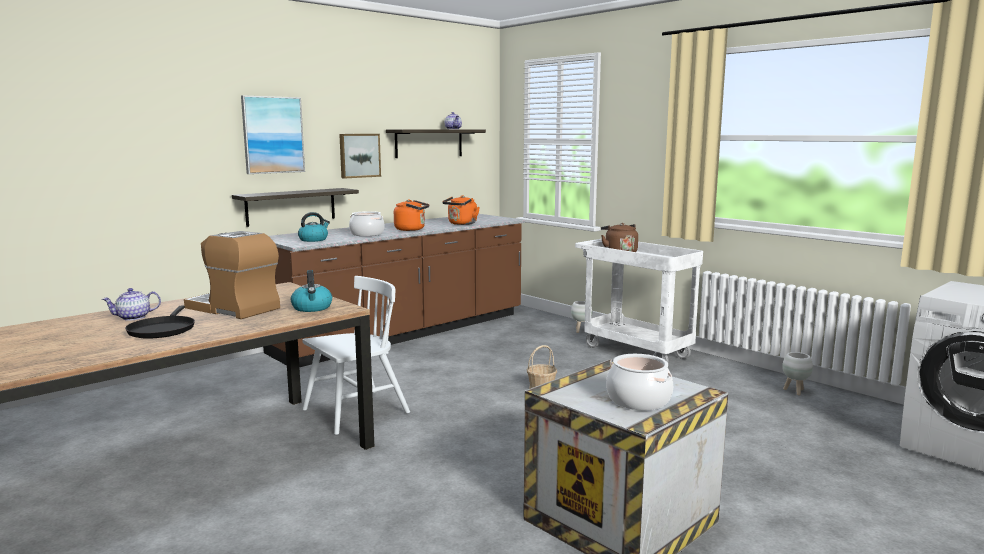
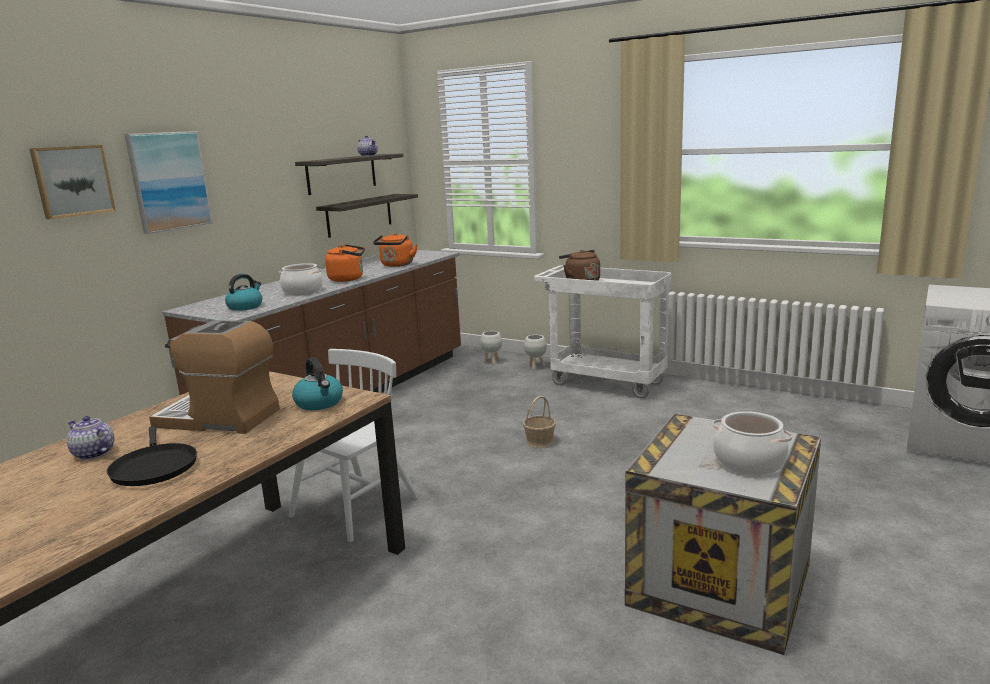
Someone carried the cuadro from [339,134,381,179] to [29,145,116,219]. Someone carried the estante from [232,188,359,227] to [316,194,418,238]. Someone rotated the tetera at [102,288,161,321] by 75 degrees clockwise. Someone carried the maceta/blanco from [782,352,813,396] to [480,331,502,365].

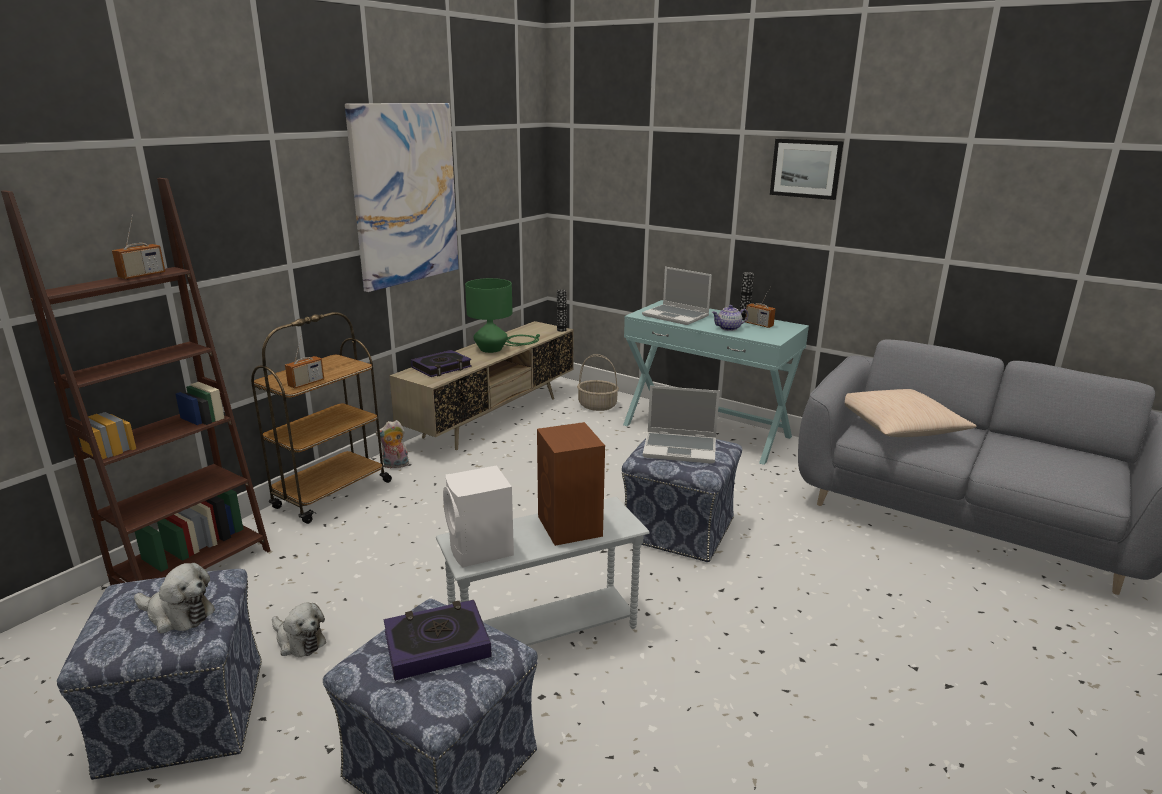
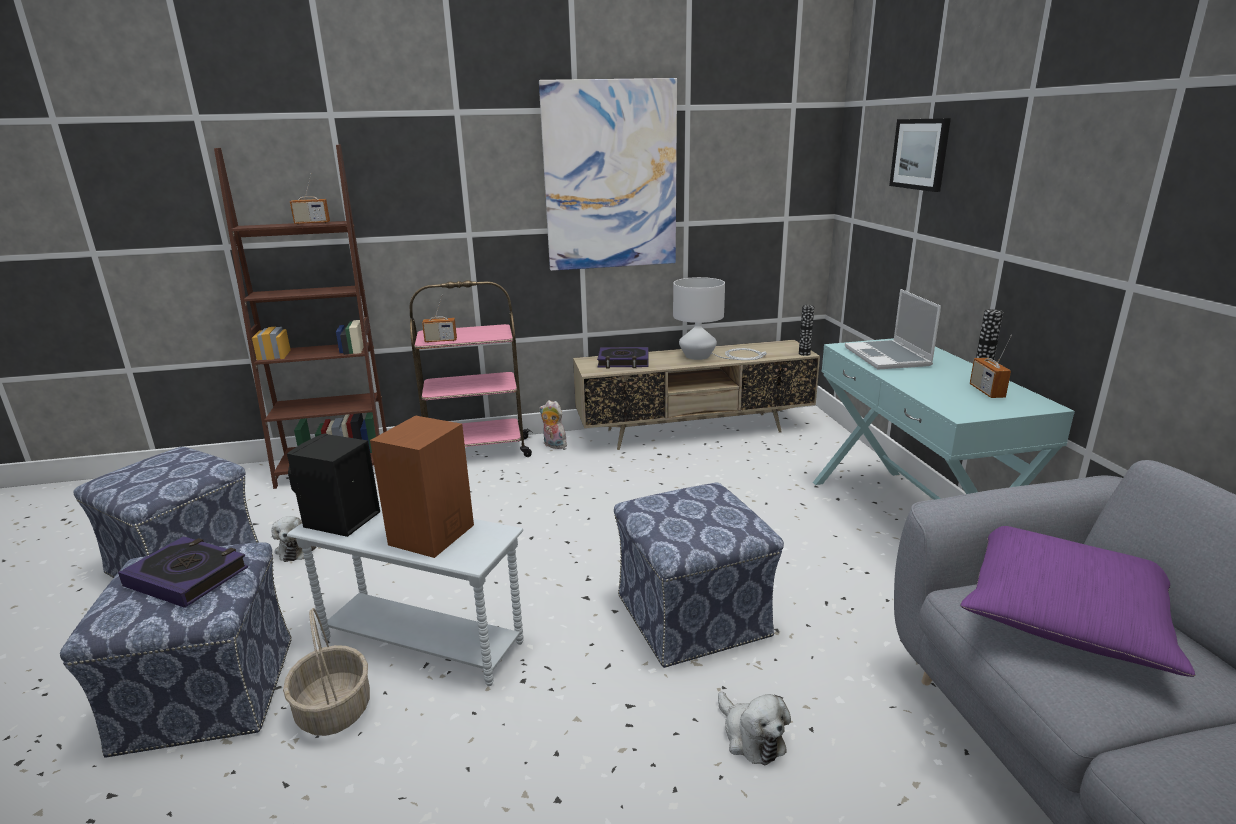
Someone carried the cuadro from [770,139,844,200] to [889,118,951,192]. Someone repainted the lámpara de mesa/verde at [465,278,540,353], which became the lámpara de mesa/blanco at [673,277,767,360]. Someone took away the tetera at [711,305,748,331]. Someone repainted the carrito/marrón at [251,312,392,524], which became the carrito/rosa at [410,280,532,457]. Someone carried the cesta from [577,354,619,411] to [283,608,370,736]. Someone took away the portátil at [643,386,720,464]. Someone repainted the cojín/beis at [845,389,977,437], which became the cojín/morado at [960,526,1195,677]. Someone repainted the altavoz/blanco at [443,465,514,568], which became the altavoz/negro at [287,433,380,537]. Someone carried the peluche from [134,563,215,633] to [718,692,791,765].

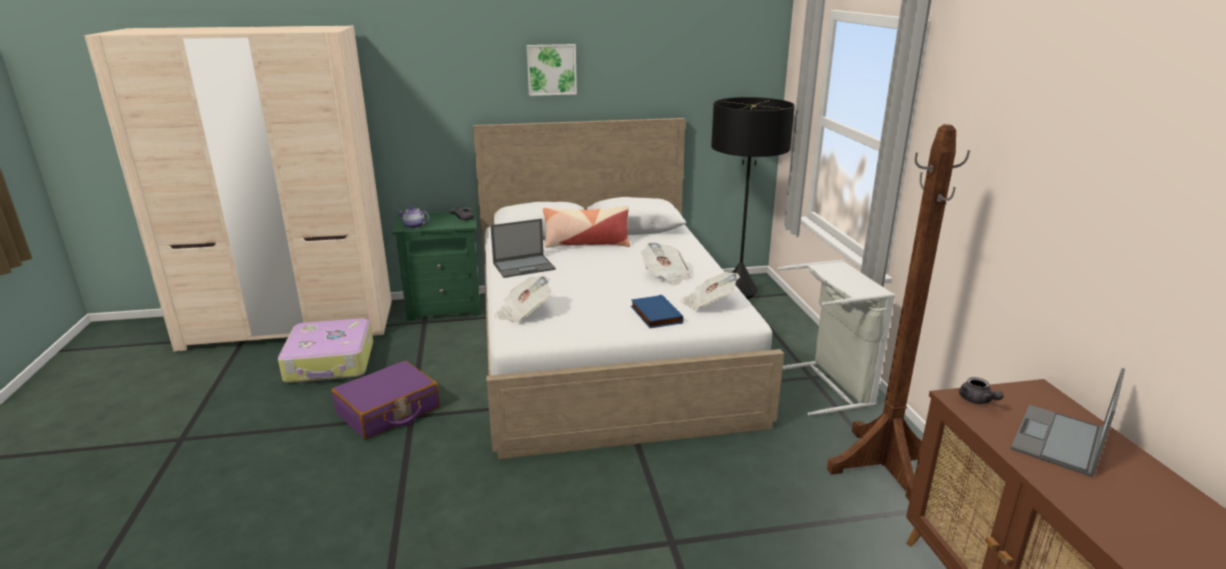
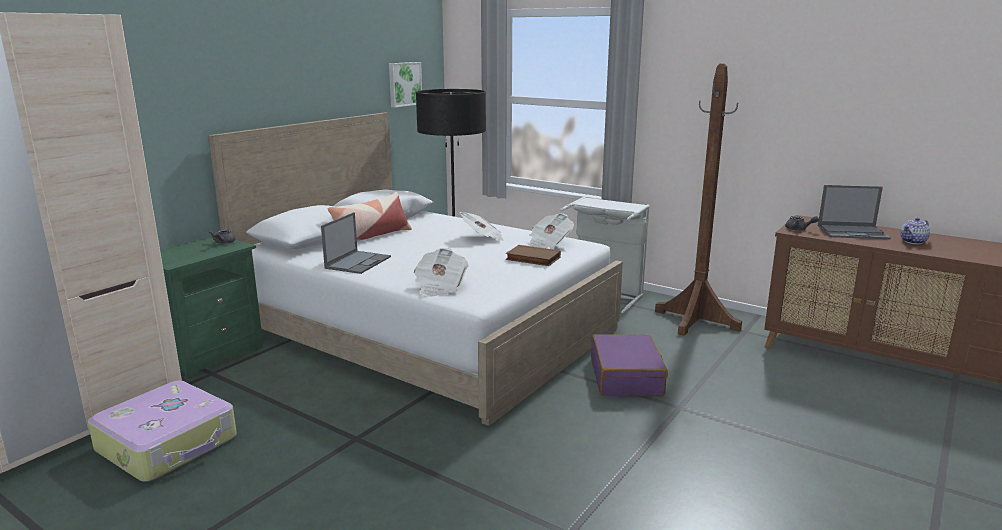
Someone carried the cuadro from [527,44,577,96] to [389,62,422,108]. Someone carried the tetera from [397,206,429,229] to [900,218,930,244]. Someone repainted the libro/azul at [631,295,684,328], which became the libro/marrón at [506,245,561,266]. Someone carried the maleta/morado from [331,361,440,439] to [591,334,668,396]. Someone rotated the portátil at [1011,368,1125,477] by 75 degrees counterclockwise.

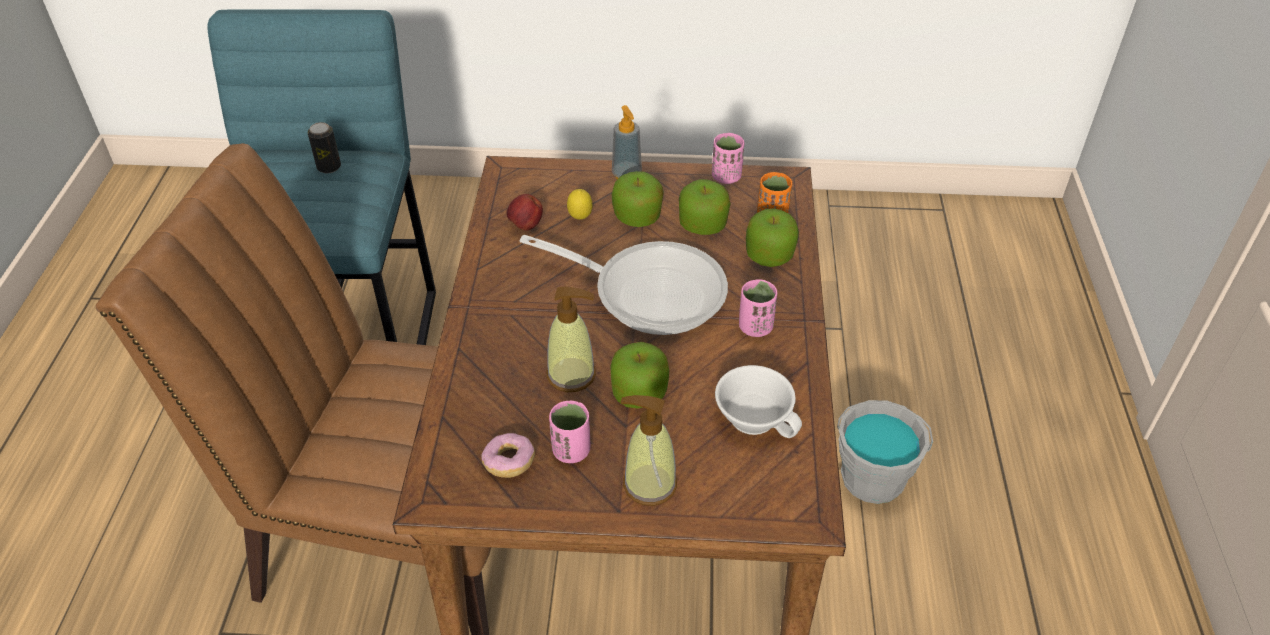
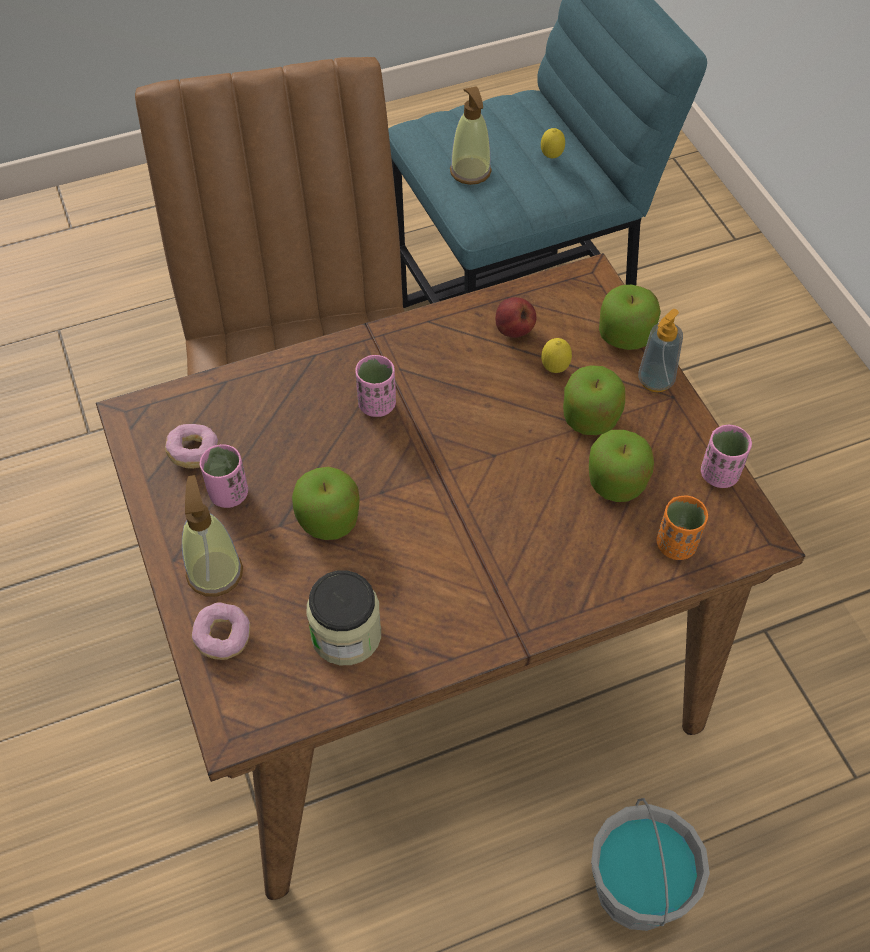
Someone swapped the lata at [308,122,341,173] for the limón at [541,128,565,158]. Someone carried the manzana from [746,208,799,267] to [599,285,661,350]. Someone took away the sartén at [520,235,728,335]. Someone carried the taza/rosa from [739,280,777,337] to [355,355,396,417]. Someone carried the dispensador de jabón from [547,287,596,392] to [450,86,492,185]. Someone swapped the taza/blanco at [715,365,802,438] for the tarro at [306,570,381,665]. Someone put down the rosquilla at [192,603,250,660].

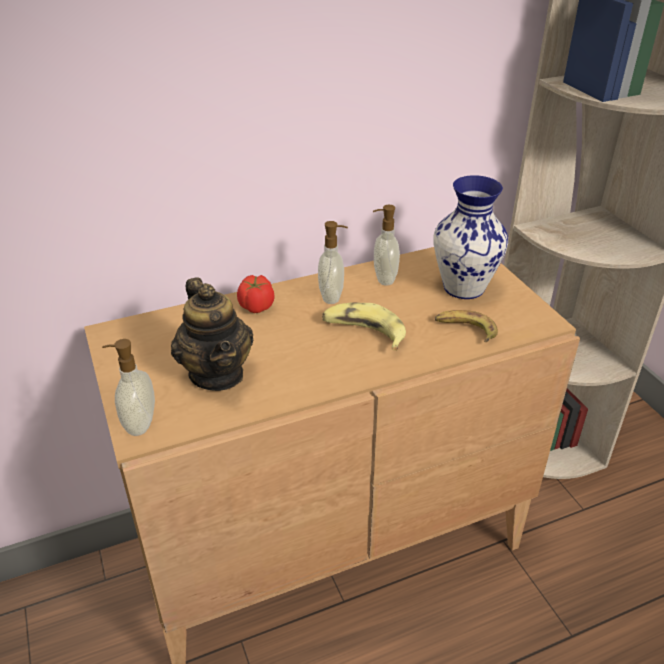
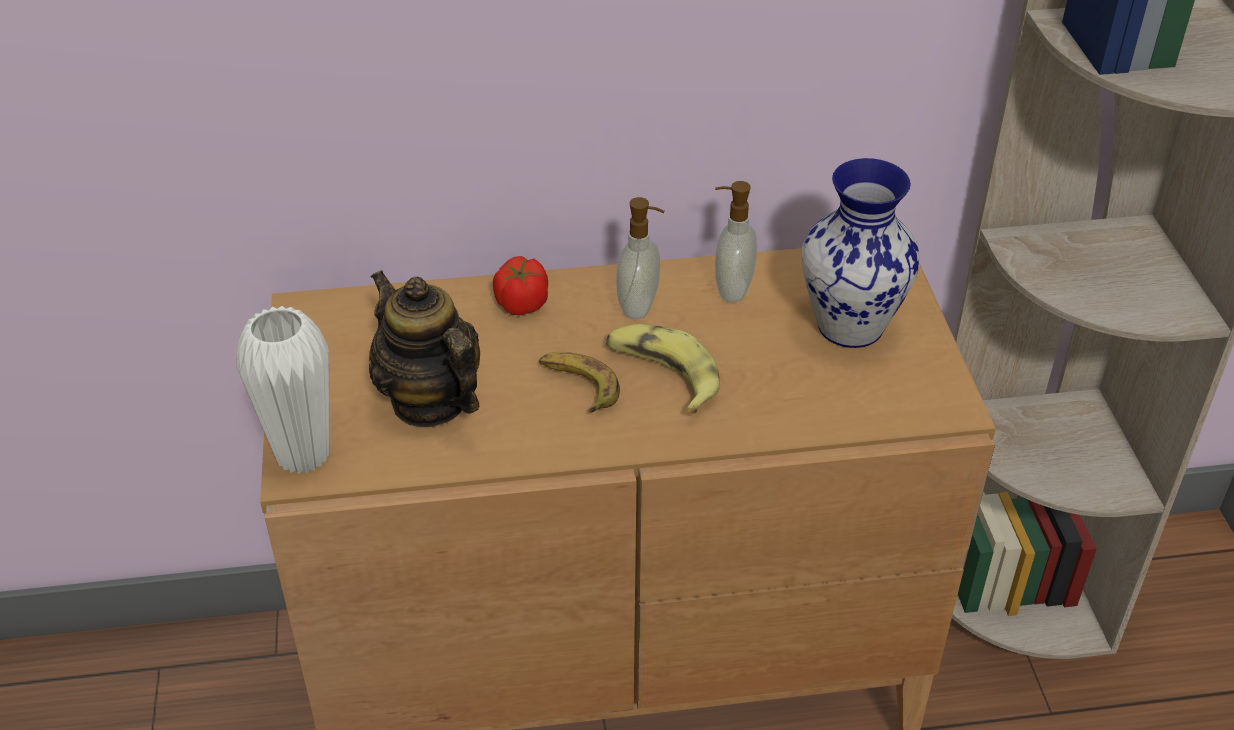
Someone rotated the tetera at [171,277,253,391] by 150 degrees clockwise. Someone carried the plátano from [435,310,498,342] to [539,352,620,412]. Someone swapped the dispensador de jabón at [102,339,155,436] for the florero/blanco at [236,306,330,474].

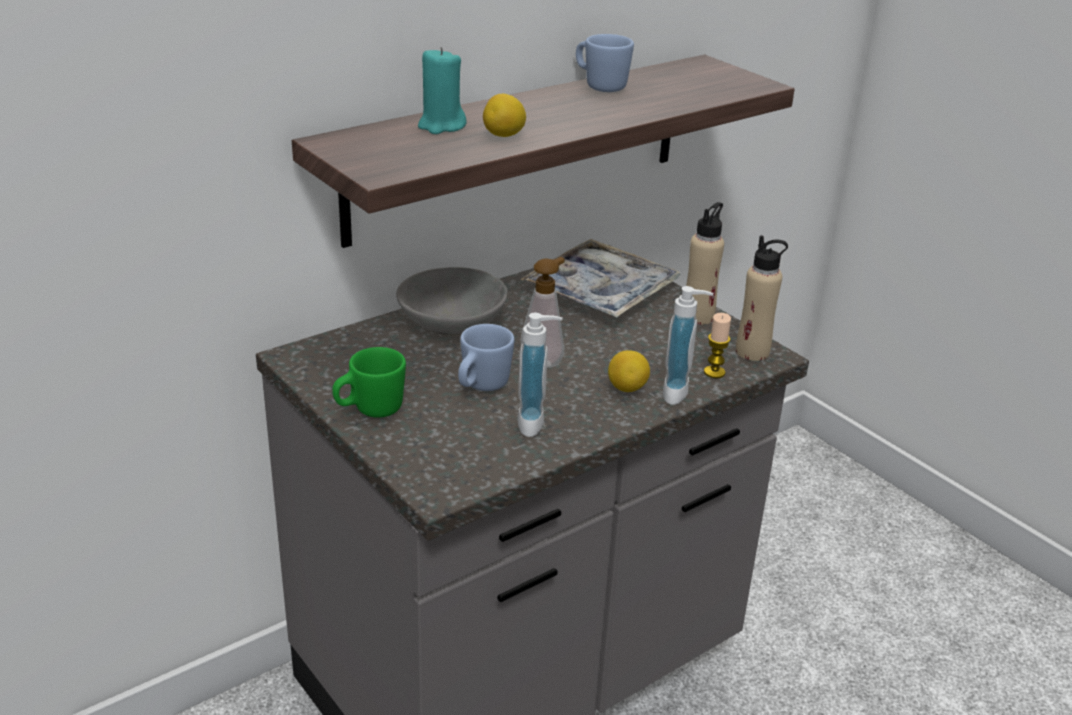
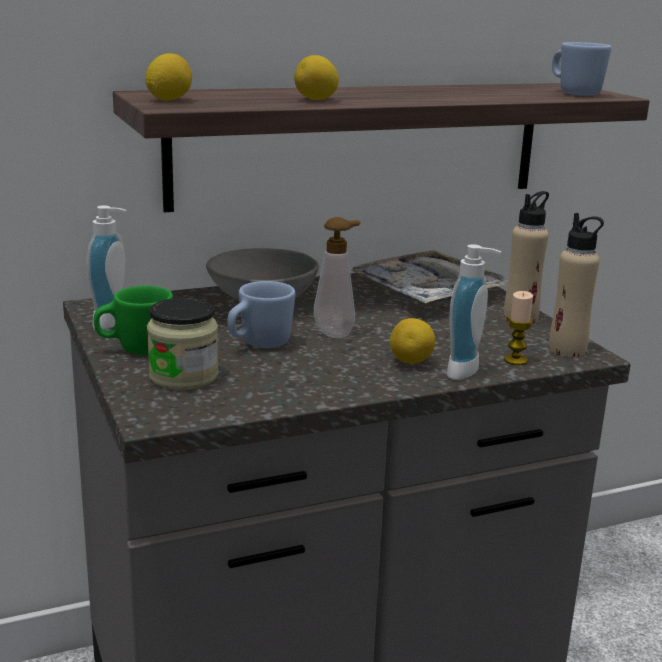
Someone carried the taza grande/azul from [576,34,634,92] to [552,42,611,96]. Someone took away the vela/turquesa at [418,47,467,134]. Someone carried the dispensador de jabón from [518,313,563,437] to [87,206,127,330]. Someone put down the limón at [145,53,192,101]. Someone put down the tarro at [147,298,219,390].

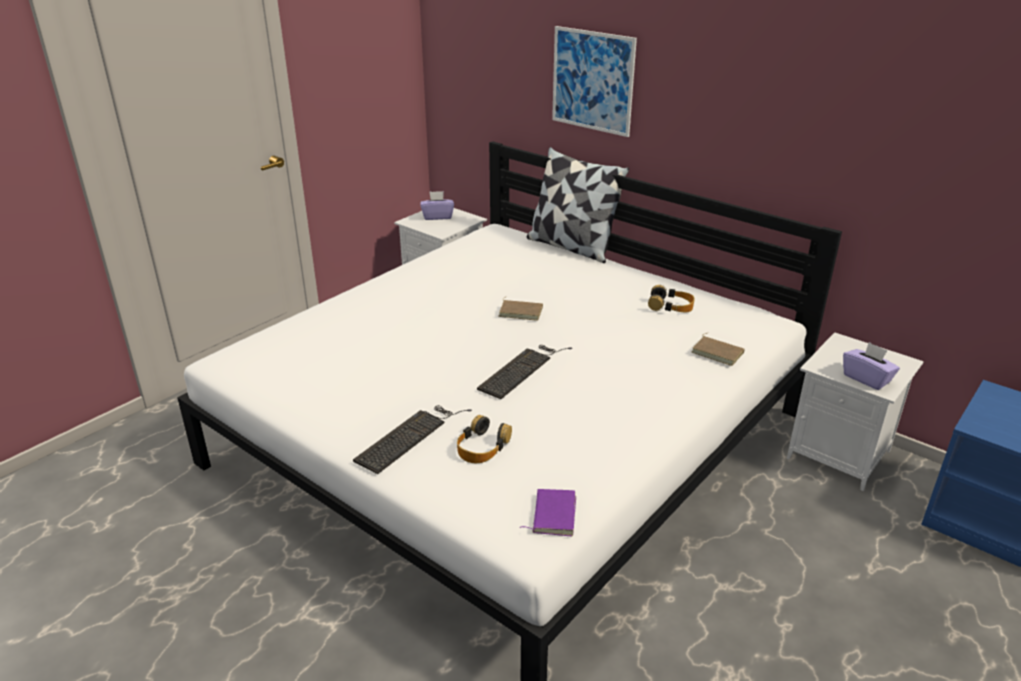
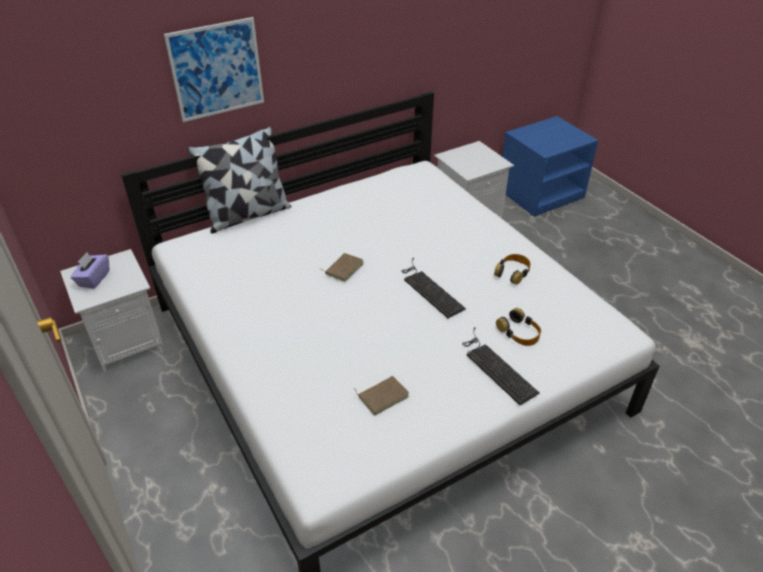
Someone carried the auriculares from [648,285,695,312] to [494,254,530,285]. Someone carried the libro/marrón from [691,333,745,366] to [354,376,409,415]. Someone took away the caja de pañuelos/morado at [843,342,900,390]. Someone took away the libro/morado at [520,489,576,536].

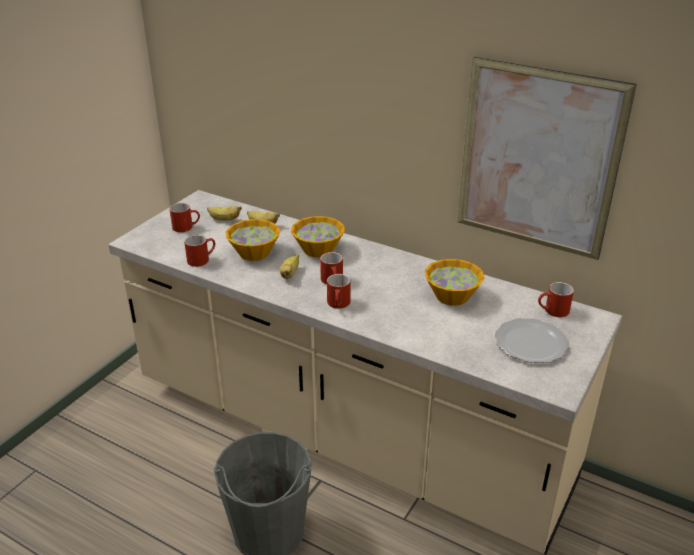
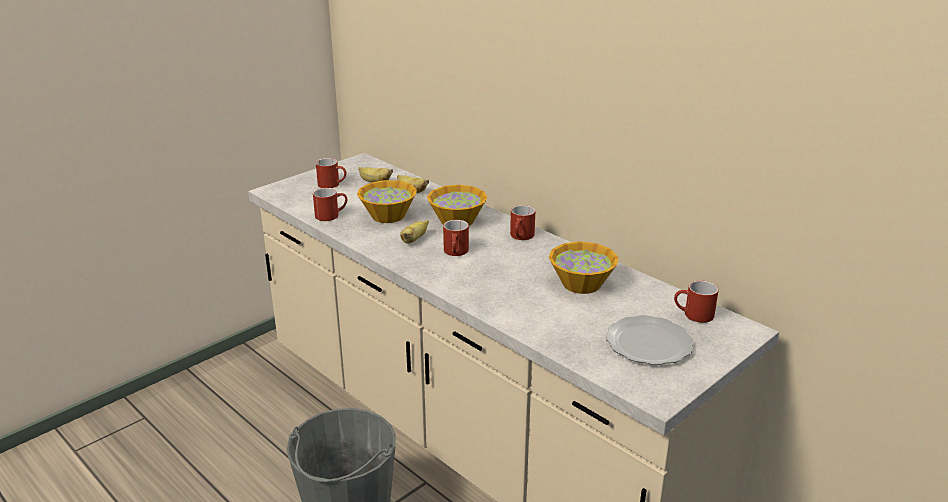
Someone took away the cuadro at [458,57,637,260]. Someone carried the taza grande/rojo from [327,274,351,309] to [510,205,535,240].

